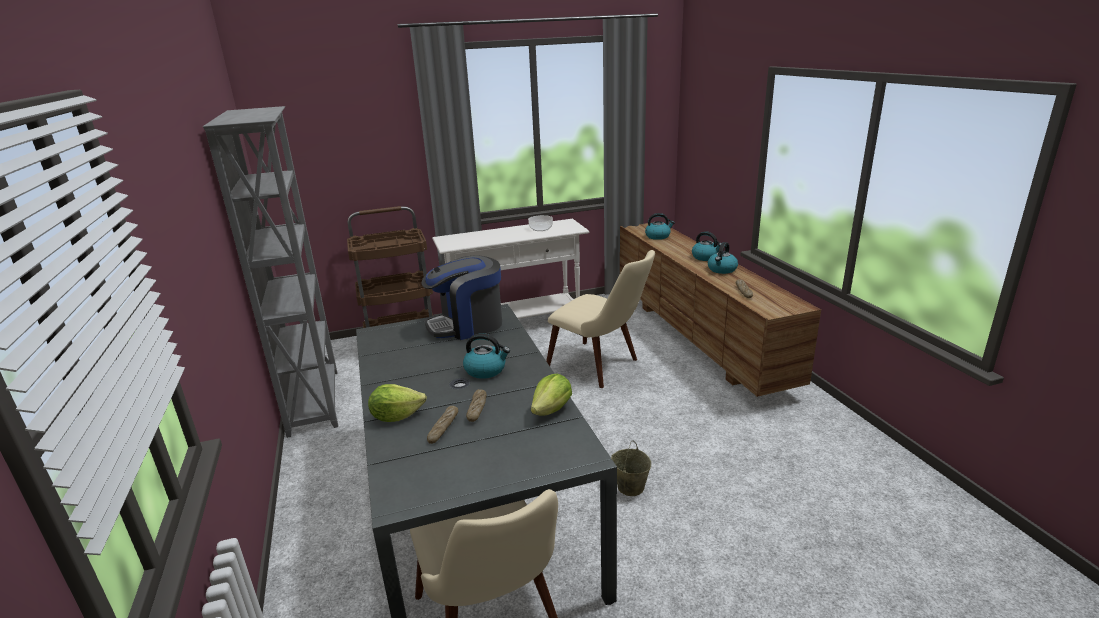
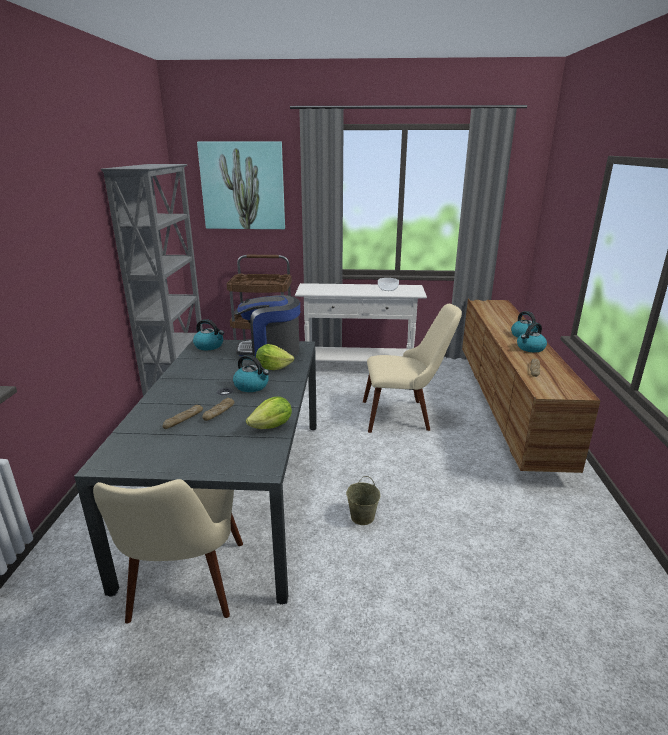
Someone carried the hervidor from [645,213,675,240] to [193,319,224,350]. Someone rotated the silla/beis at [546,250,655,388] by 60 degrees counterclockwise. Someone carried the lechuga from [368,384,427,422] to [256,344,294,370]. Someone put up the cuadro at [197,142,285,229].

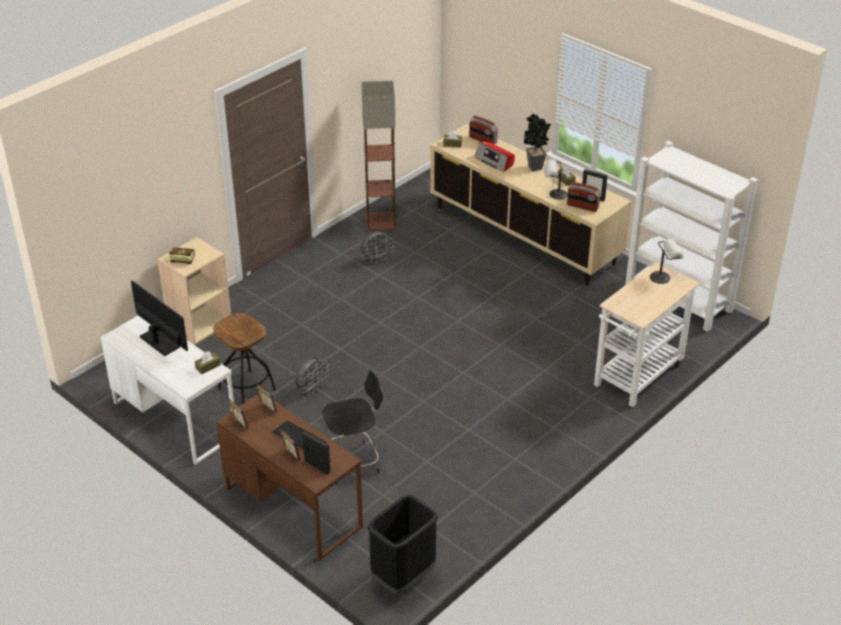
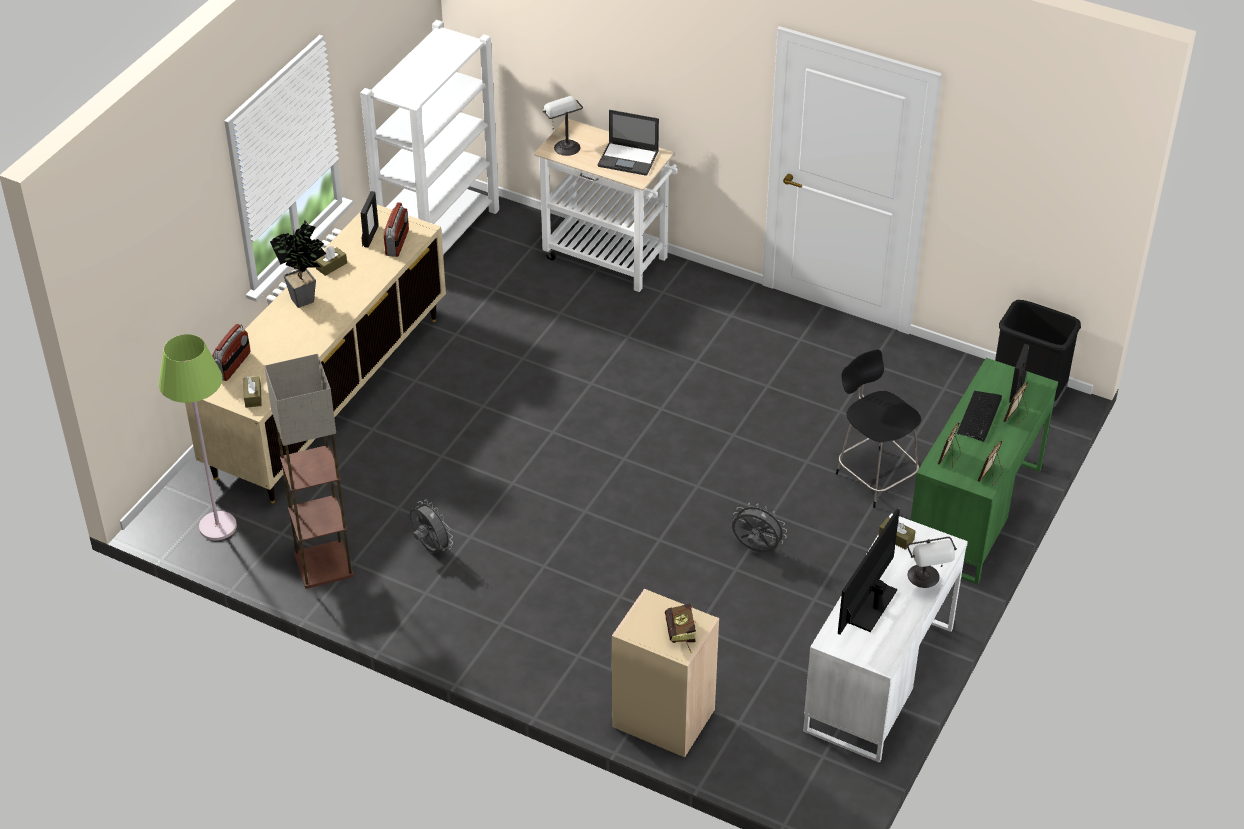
Someone took away the radio at [474,141,515,172]. Someone carried the lámpara de mesa from [544,160,568,200] to [907,537,957,588]. Someone took away the taburete/marrón at [213,313,276,404]. Someone repainted the escritorio/marrón at [216,394,363,560], which became the escritorio/verde at [910,358,1058,585]. Someone put down the portátil at [598,110,659,176]. Someone put down the lámpara de pie/verde at [158,334,237,540].

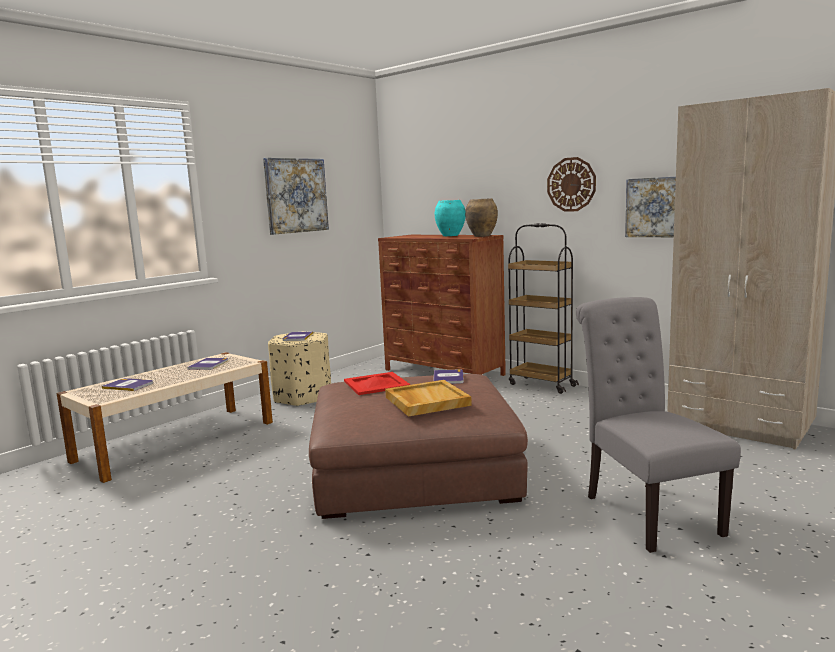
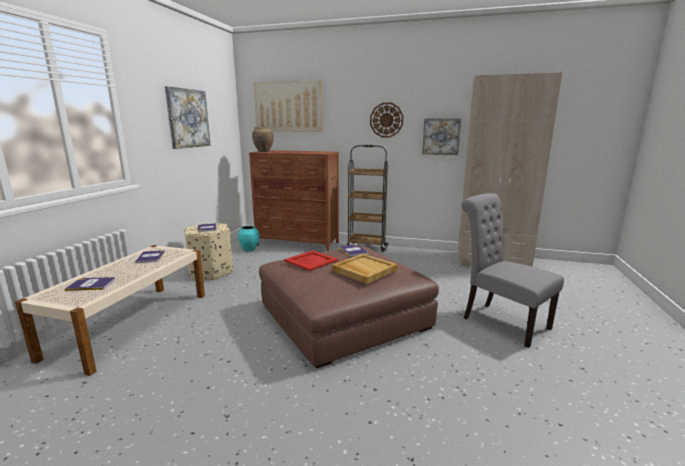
Someone carried the florero/marrón from [465,198,498,237] to [252,127,274,152]. Someone carried the florero/turquesa from [435,200,465,236] to [238,226,259,251]. Someone put up the cuadro at [254,80,323,132].

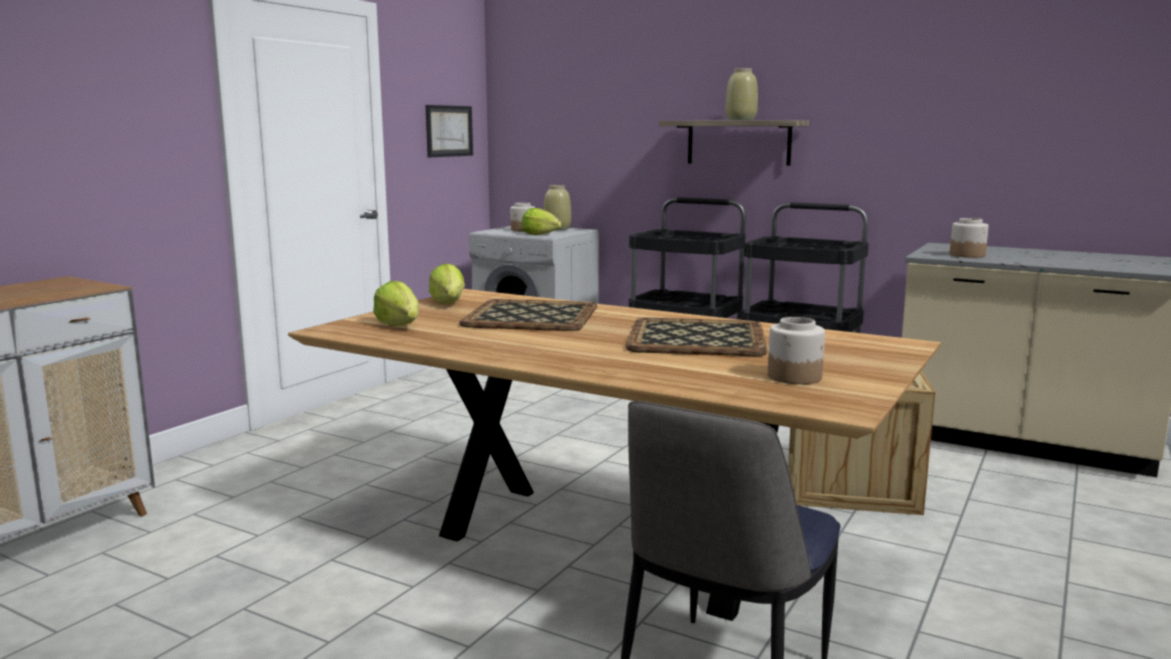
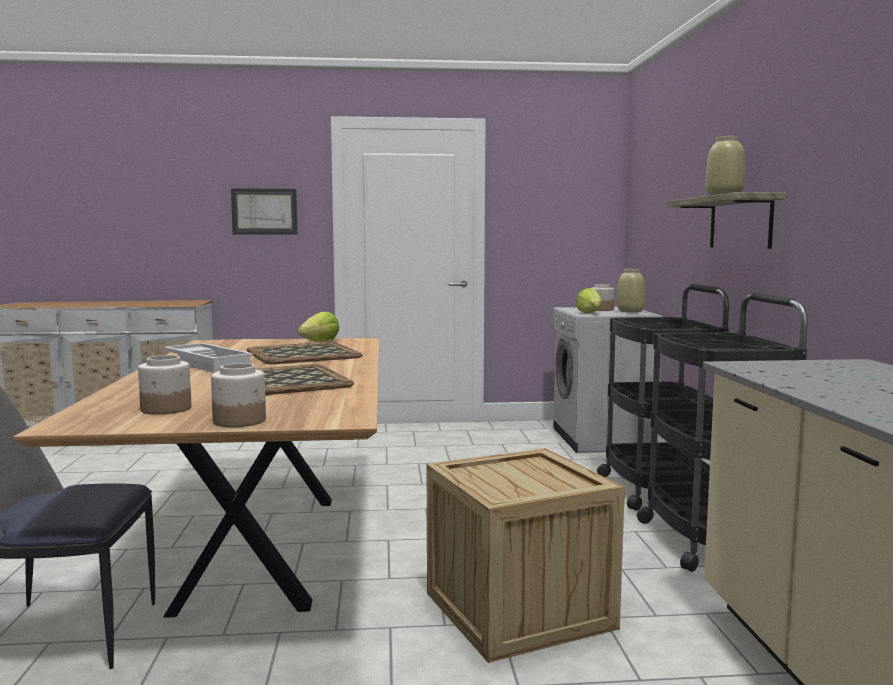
Someone carried the cuadro from [425,105,473,157] to [231,188,297,234]. Someone carried the tarro from [950,218,989,258] to [211,363,266,427]. Someone took away the lechuga at [373,281,419,326]. Someone put down the bandeja/blanco at [163,343,253,373].

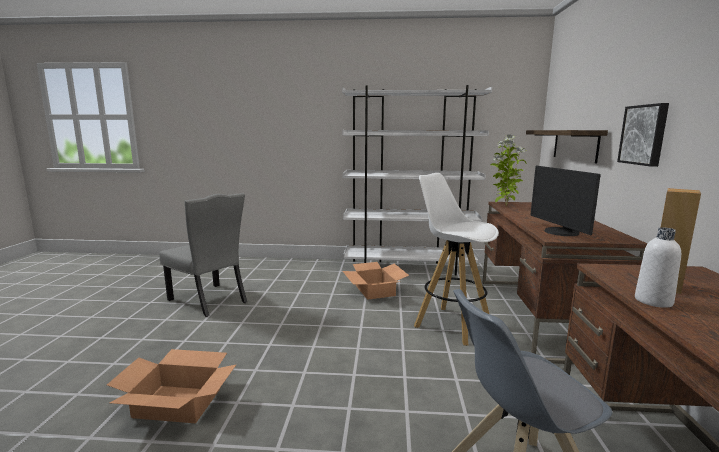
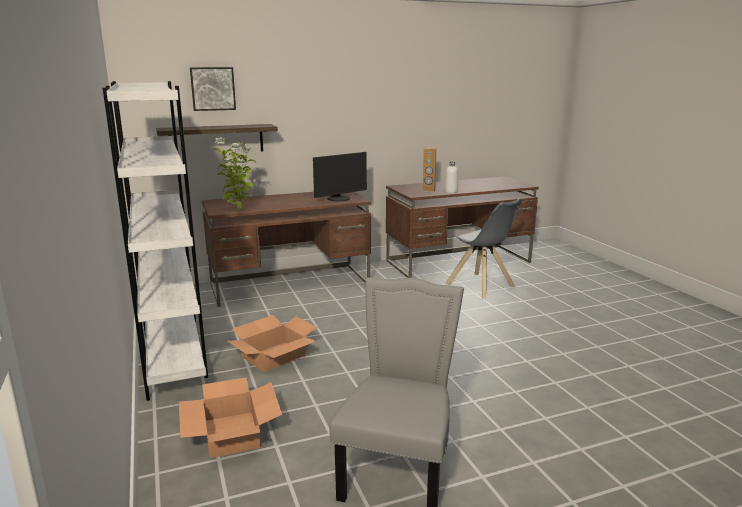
Someone carried the cuadro from [617,103,669,167] to [190,67,236,111]. Someone took away the taburete/blanco at [414,173,499,346]. Someone carried the caja de cartón from [107,349,237,423] to [179,377,282,458].

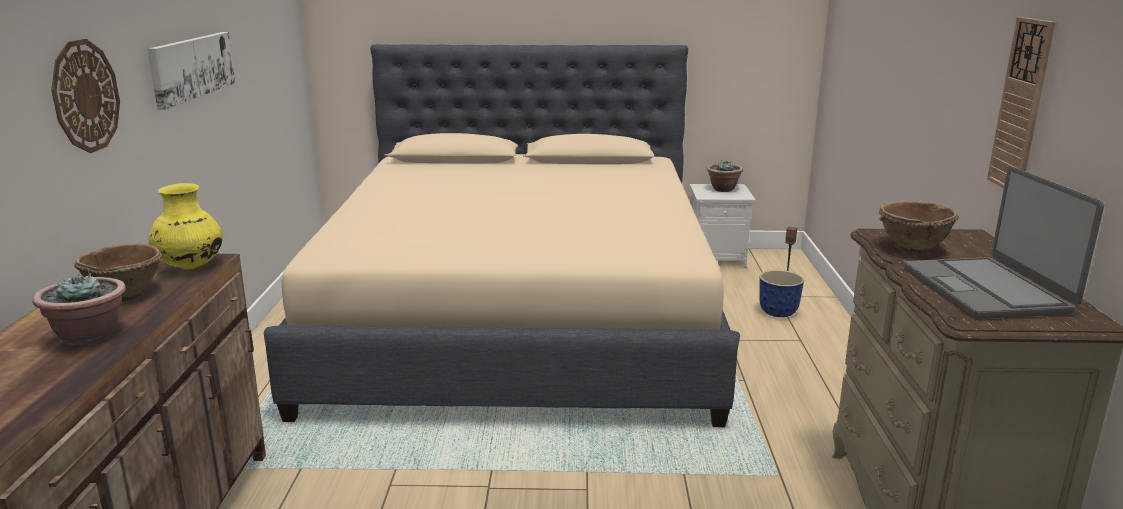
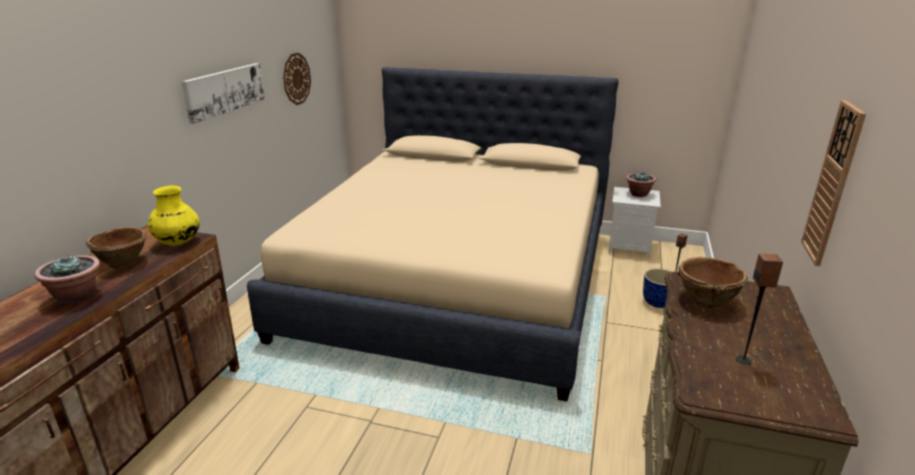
Someone carried the reloj de pared from [51,39,120,153] to [283,53,311,105]. Someone swapped the portátil at [904,166,1104,319] for the altavoz at [736,253,783,365].

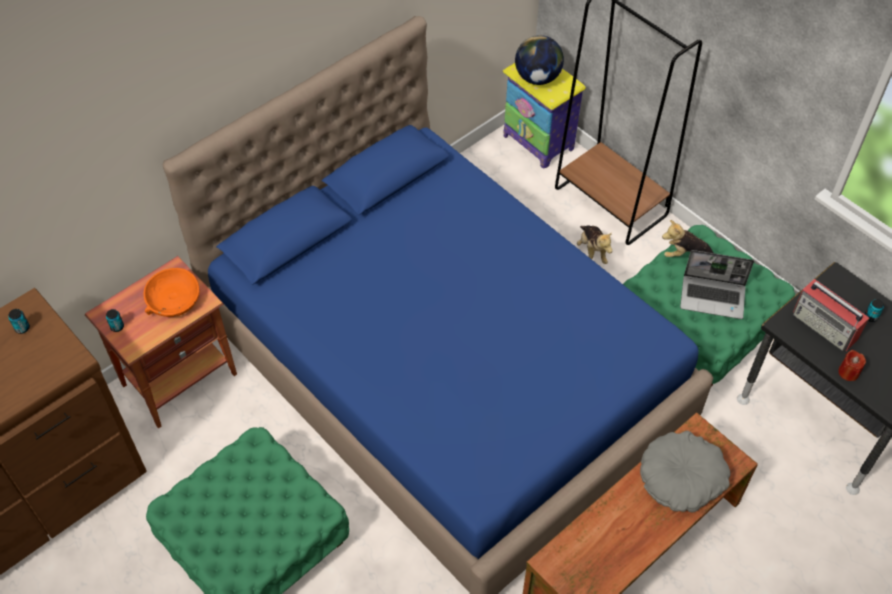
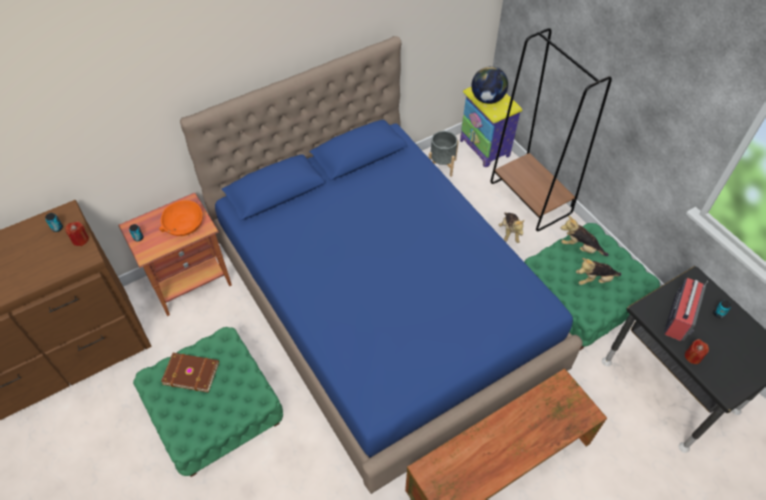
Someone swapped the portátil at [680,250,754,319] for the peluche at [576,258,621,285]. Someone rotated the radio at [793,279,869,351] by 120 degrees counterclockwise. Someone took away the cojín/gris at [640,431,730,513]. Someone put down the maceta/gris at [429,131,459,177]. Someone put down the vela/rojo at [65,221,89,246]. Someone put down the libro/marrón at [161,353,219,393].

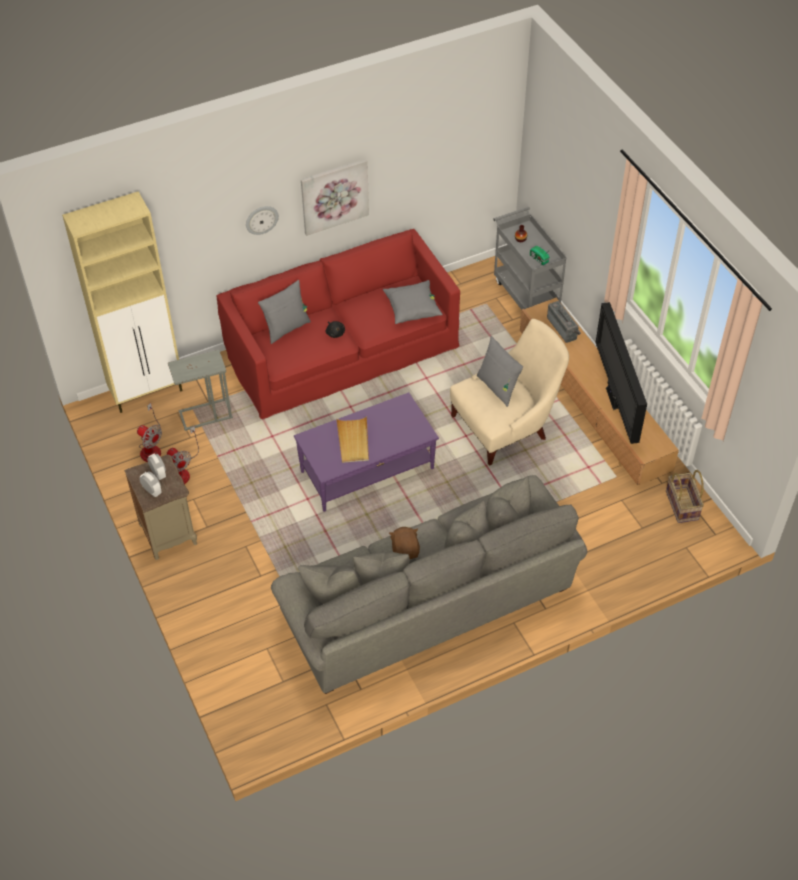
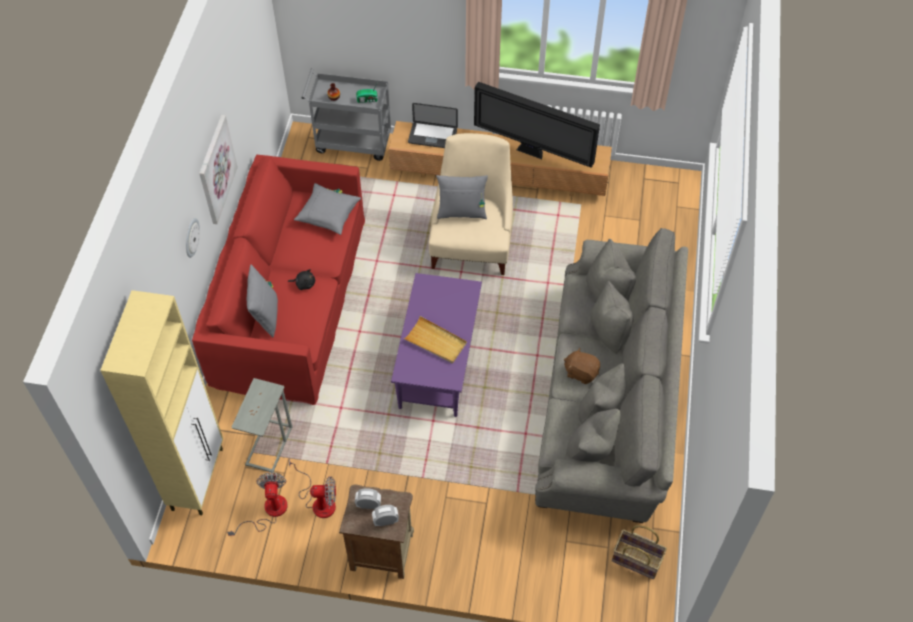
Someone swapped the radio at [547,301,581,343] for the portátil at [408,103,458,148]. Someone rotated the ventilador at [137,403,162,462] by 75 degrees counterclockwise. Someone carried the cesta from [666,470,704,523] to [612,525,667,579].

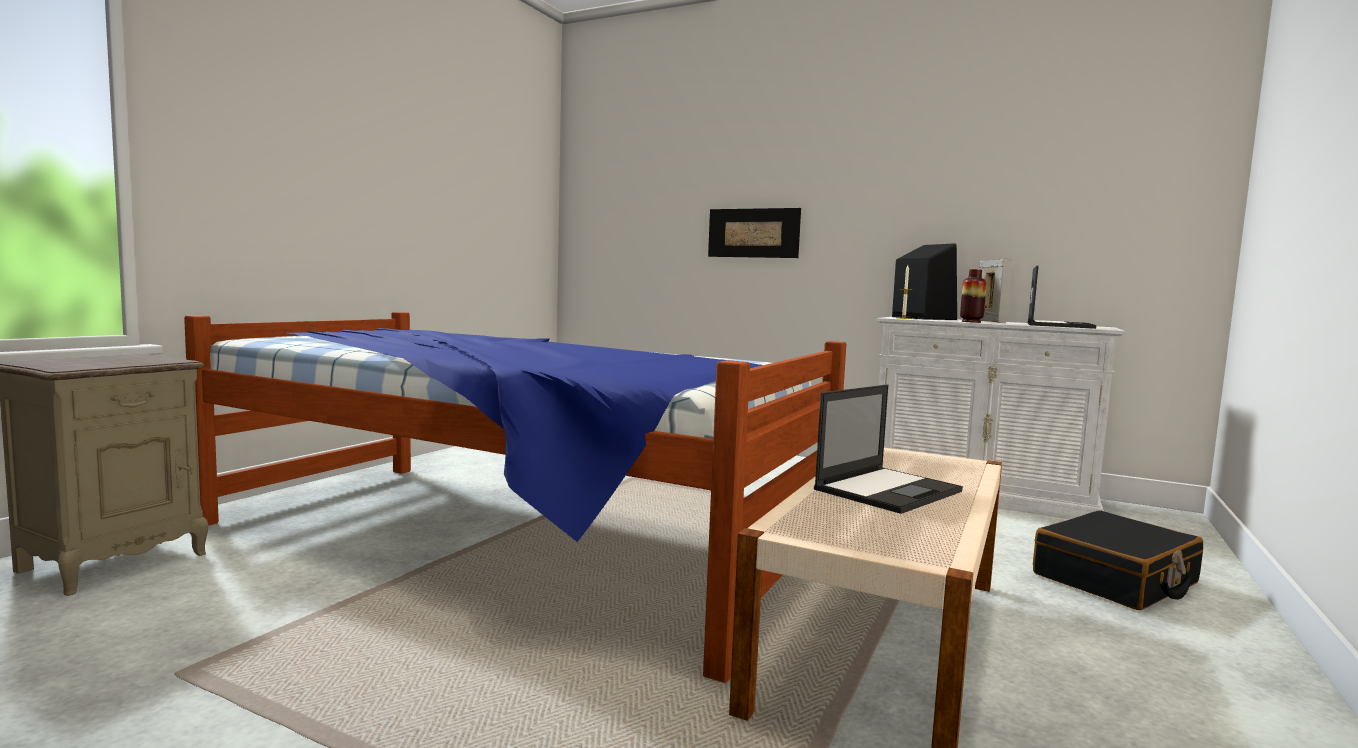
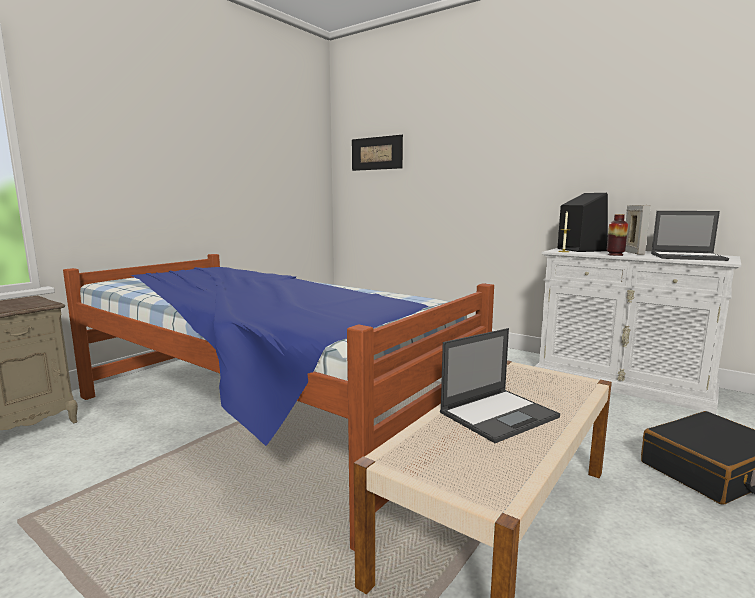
Someone carried the cuadro from [708,208,801,258] to [352,135,403,171]. Someone rotated the portátil at [1027,266,1096,329] by 75 degrees clockwise.

